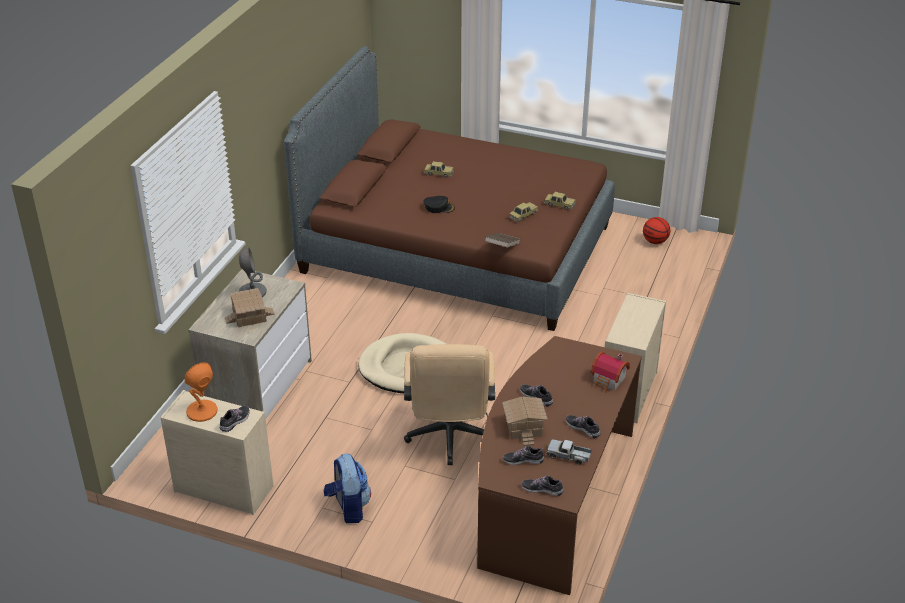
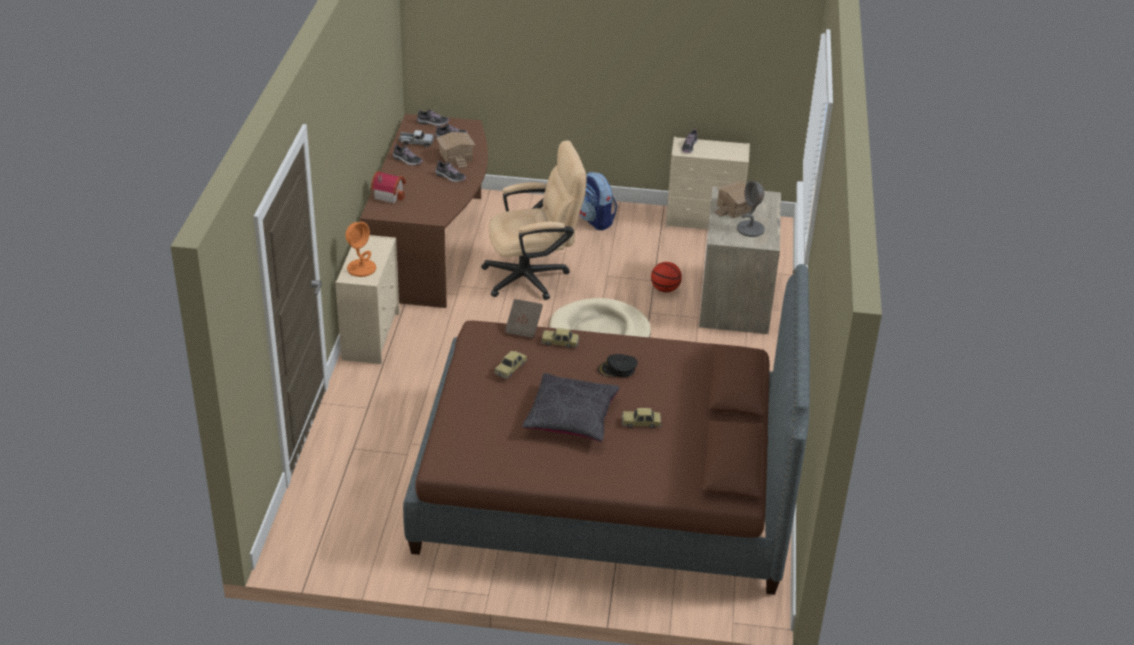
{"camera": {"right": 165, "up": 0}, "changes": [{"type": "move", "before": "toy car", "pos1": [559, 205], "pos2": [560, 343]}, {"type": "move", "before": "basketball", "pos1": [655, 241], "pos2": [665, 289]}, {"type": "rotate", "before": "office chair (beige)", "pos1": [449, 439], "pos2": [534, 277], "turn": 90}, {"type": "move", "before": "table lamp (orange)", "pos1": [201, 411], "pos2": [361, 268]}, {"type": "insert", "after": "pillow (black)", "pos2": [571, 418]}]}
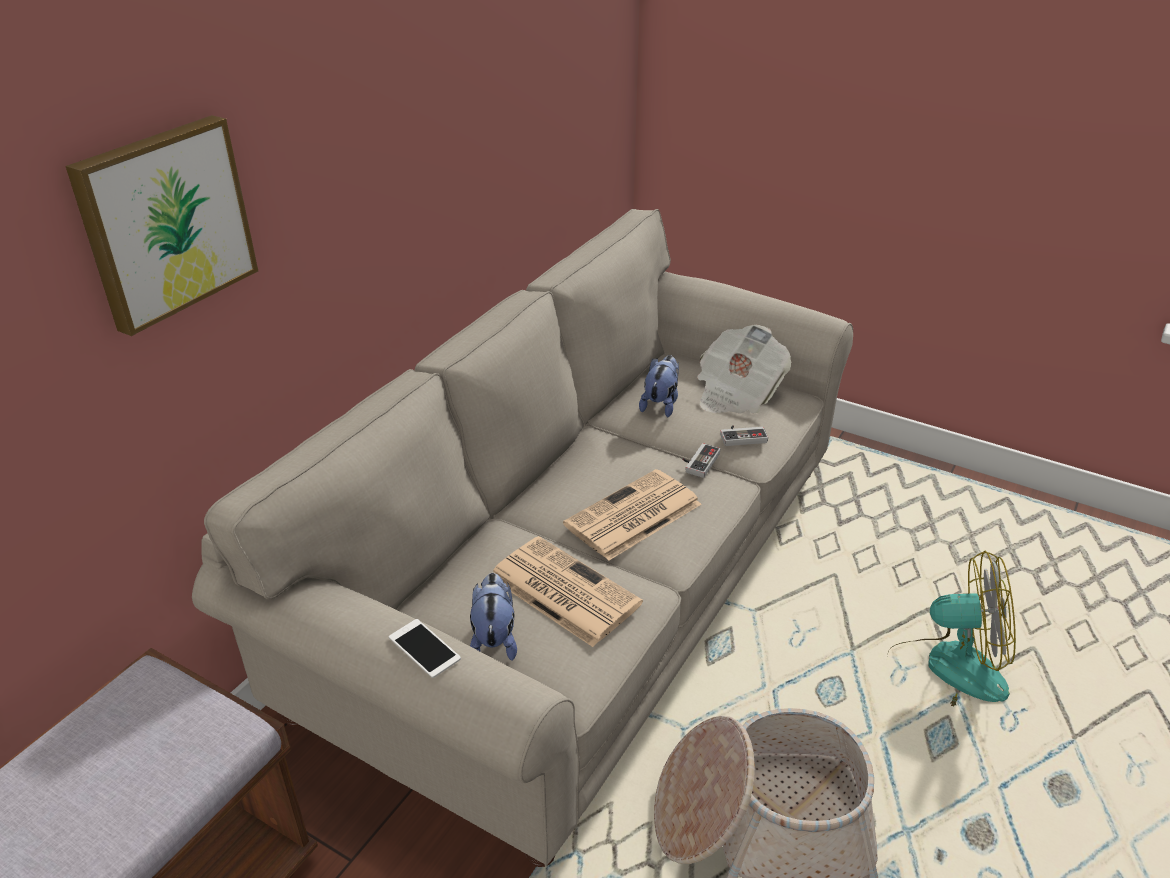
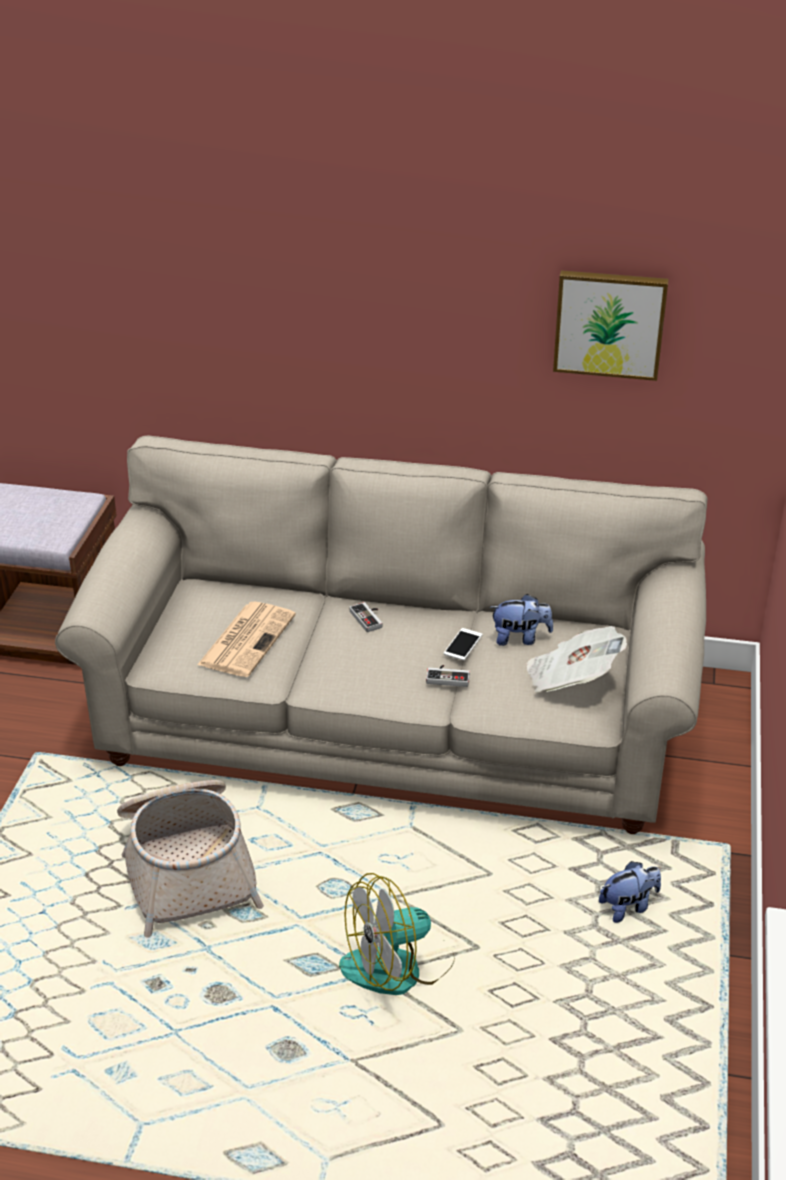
{"camera": {"right": 70, "up": 0}, "changes": [{"type": "move", "before": "picture", "pos1": [164, 221], "pos2": [610, 323]}, {"type": "move", "before": "game controller", "pos1": [742, 436], "pos2": [369, 618]}, {"type": "delete", "before": "newspaper", "pos1": [632, 516]}, {"type": "rotate", "before": "fan", "pos1": [945, 671], "pos2": [398, 966], "turn": 75}, {"type": "move", "before": "plush toy", "pos1": [494, 639], "pos2": [628, 907]}, {"type": "move", "before": "phone", "pos1": [424, 648], "pos2": [463, 644]}]}
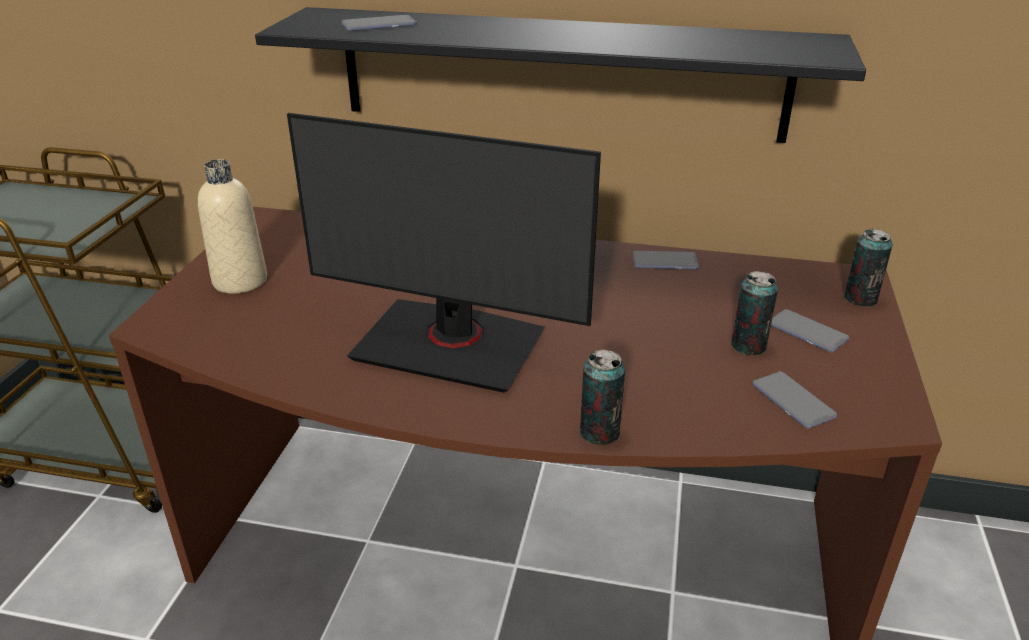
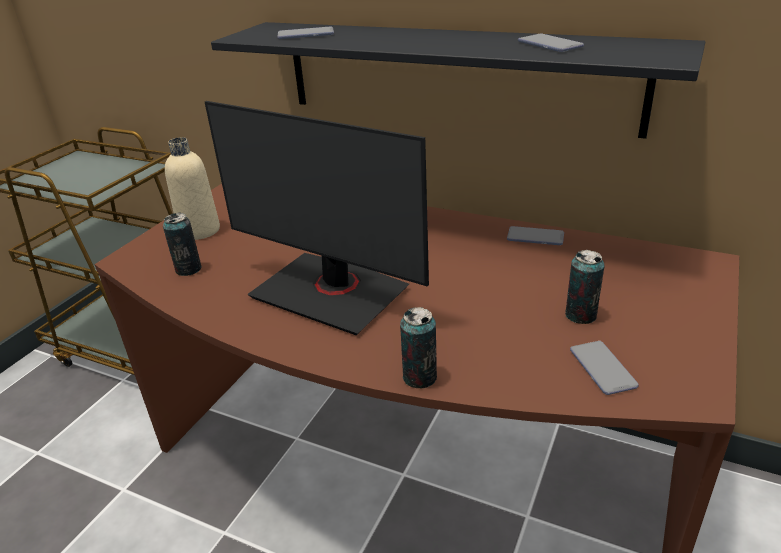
{"camera": {"right": 15, "up": 0}, "changes": [{"type": "move", "before": "can", "pos1": [860, 299], "pos2": [188, 269]}, {"type": "move", "before": "phone", "pos1": [807, 332], "pos2": [549, 44]}]}
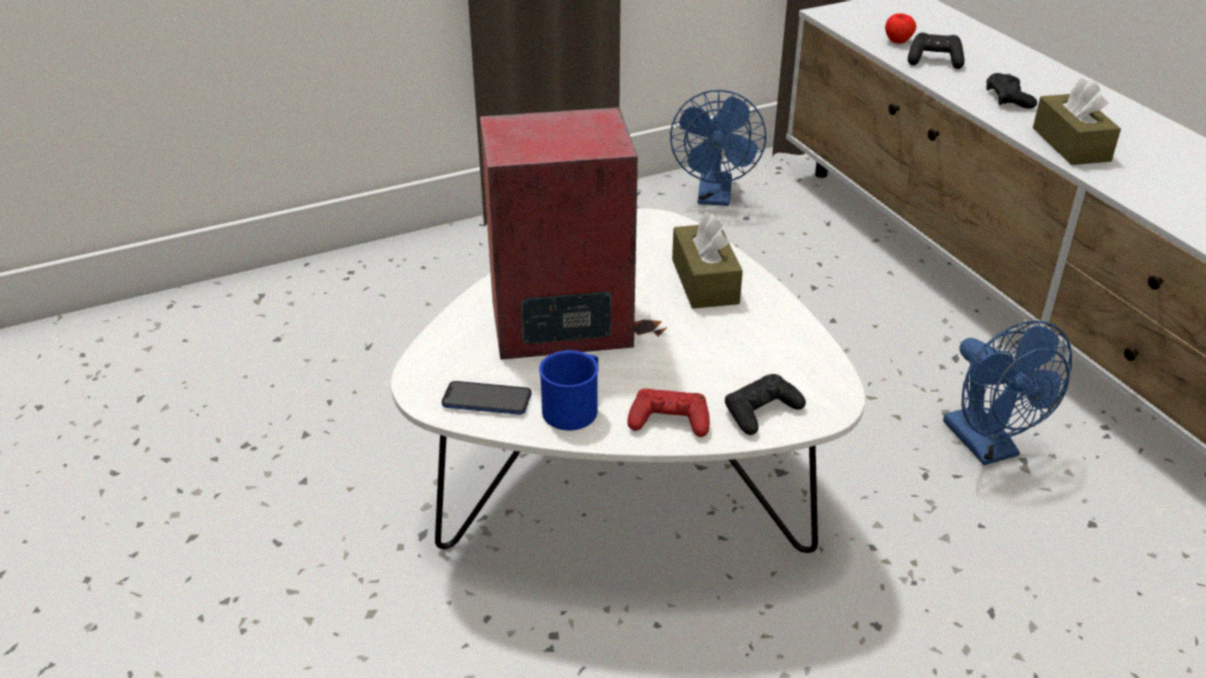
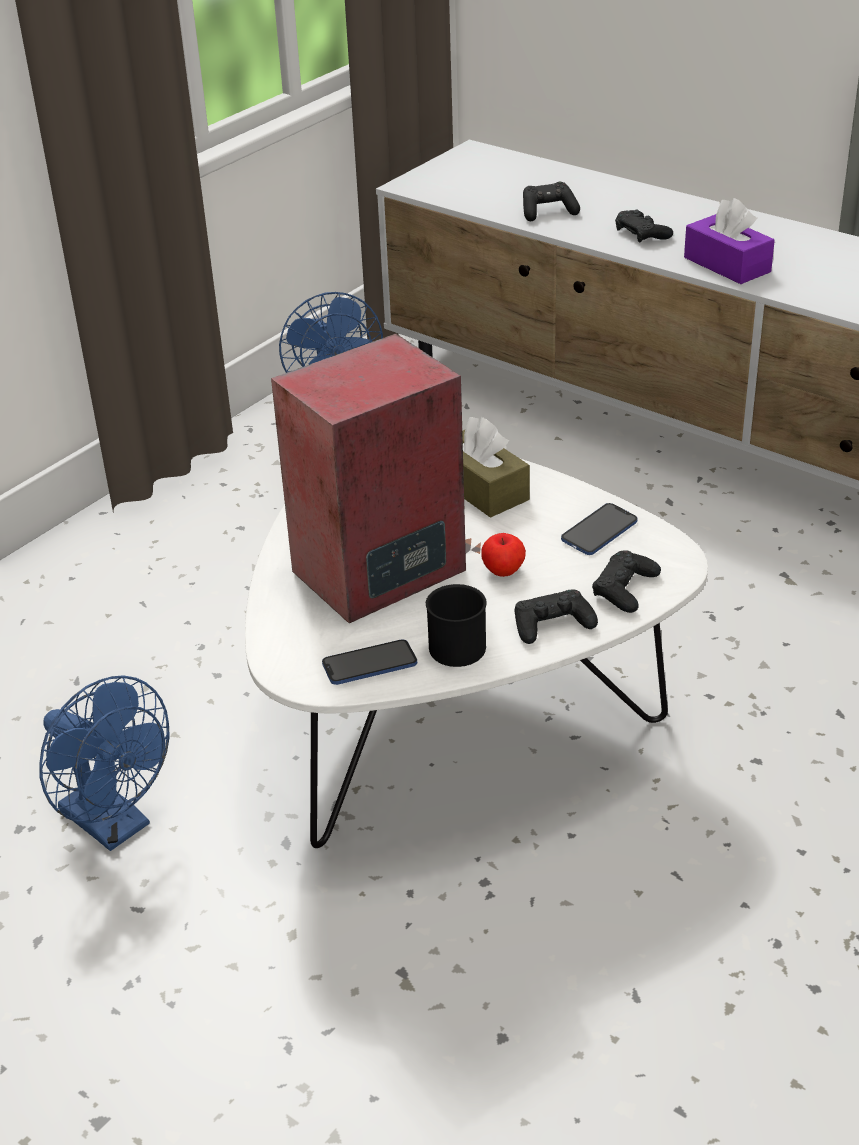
{"camera": {"right": -25, "up": 0}, "changes": [{"type": "move", "before": "apple", "pos1": [898, 41], "pos2": [503, 571]}, {"type": "recolor", "before": "tissue box (brown)", "after": "tissue box (purple)", "pos1": [1071, 144], "pos2": [727, 265]}, {"type": "move", "before": "fan (blue)", "pos1": [988, 447], "pos2": [115, 825]}, {"type": "recolor", "before": "mug (blue)", "after": "mug (black)", "pos1": [575, 407], "pos2": [458, 642]}, {"type": "recolor", "before": "game controller (red)", "after": "game controller (black)", "pos1": [669, 420], "pos2": [552, 624]}, {"type": "insert", "after": "phone", "pos2": [599, 531]}]}
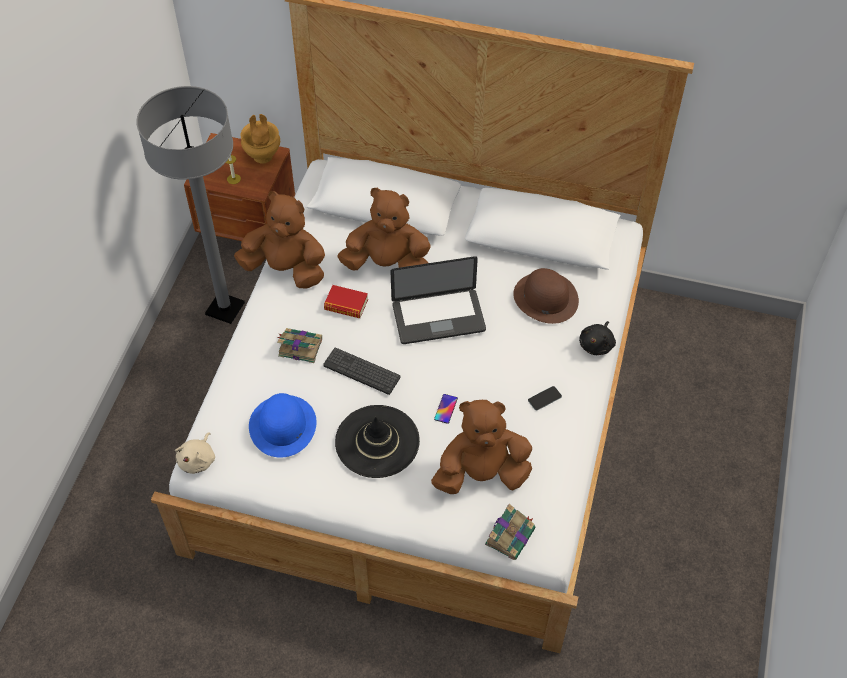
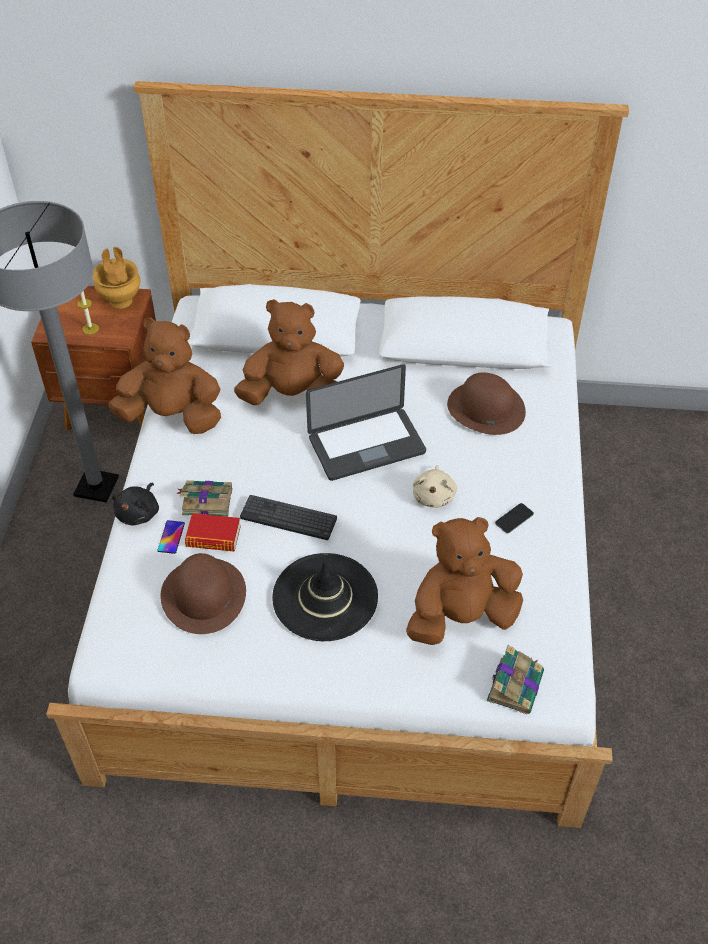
{"camera": {"right": -10, "up": -5}, "changes": [{"type": "move", "before": "book", "pos1": [346, 305], "pos2": [213, 537]}, {"type": "move", "before": "plush toy (black)", "pos1": [597, 344], "pos2": [139, 513]}, {"type": "recolor", "before": "hat (blue)", "after": "hat (brown)", "pos1": [283, 426], "pos2": [204, 595]}, {"type": "move", "before": "phone", "pos1": [446, 409], "pos2": [171, 537]}, {"type": "move", "before": "plush toy (beige)", "pos1": [198, 460], "pos2": [434, 495]}]}
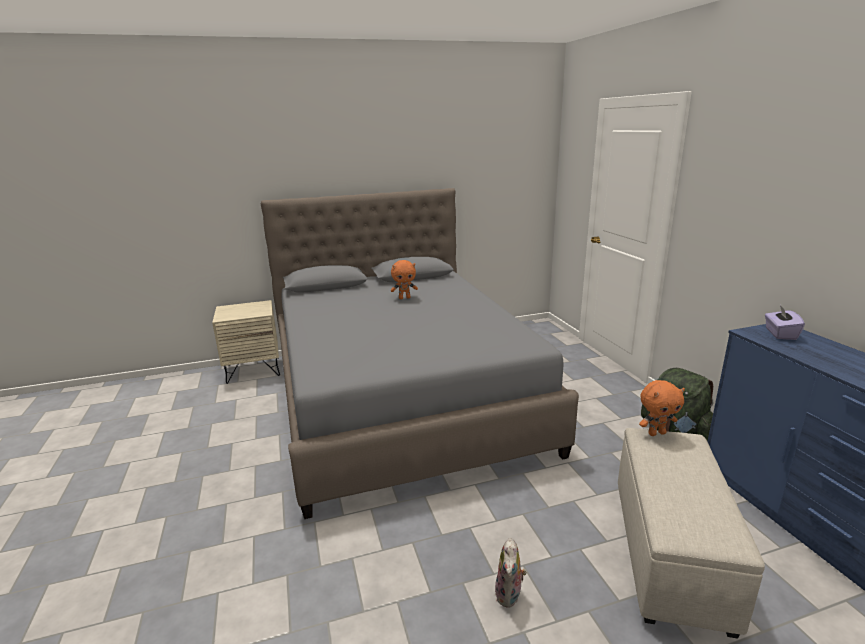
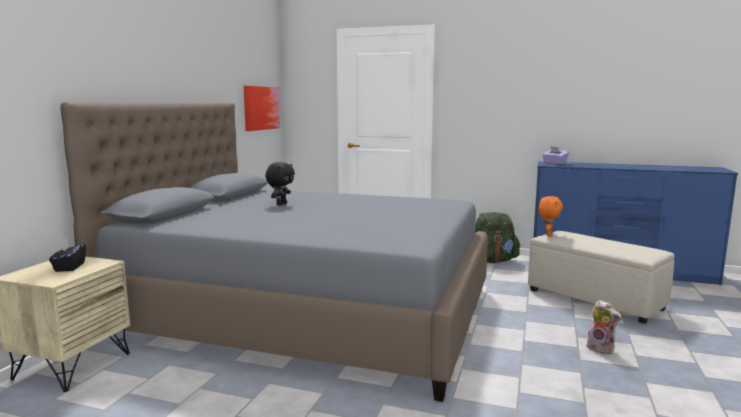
{"camera": {"right": -55, "up": -10}, "changes": [{"type": "recolor", "before": "plush toy (orange)", "after": "plush toy (black)", "pos1": [404, 298], "pos2": [281, 204]}, {"type": "insert", "after": "picture", "pos2": [261, 108]}, {"type": "insert", "after": "tissue box (black)", "pos2": [69, 267]}]}
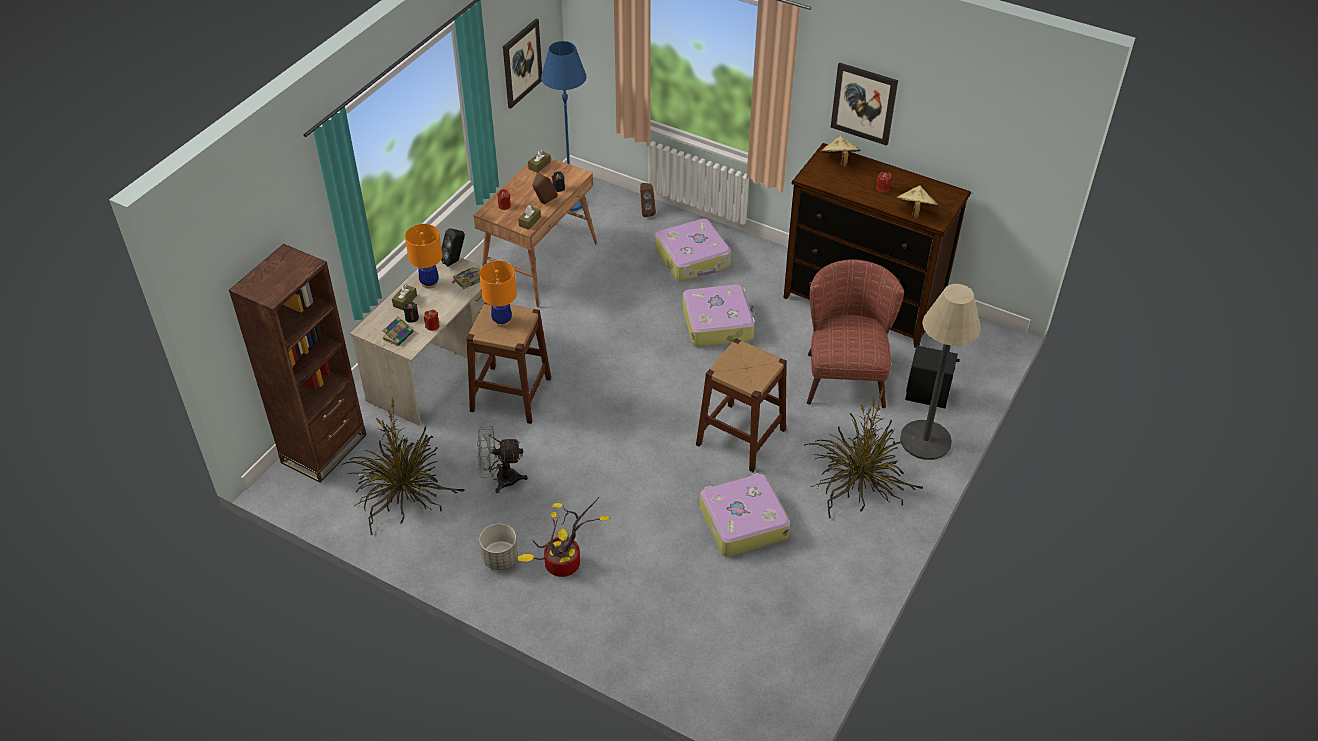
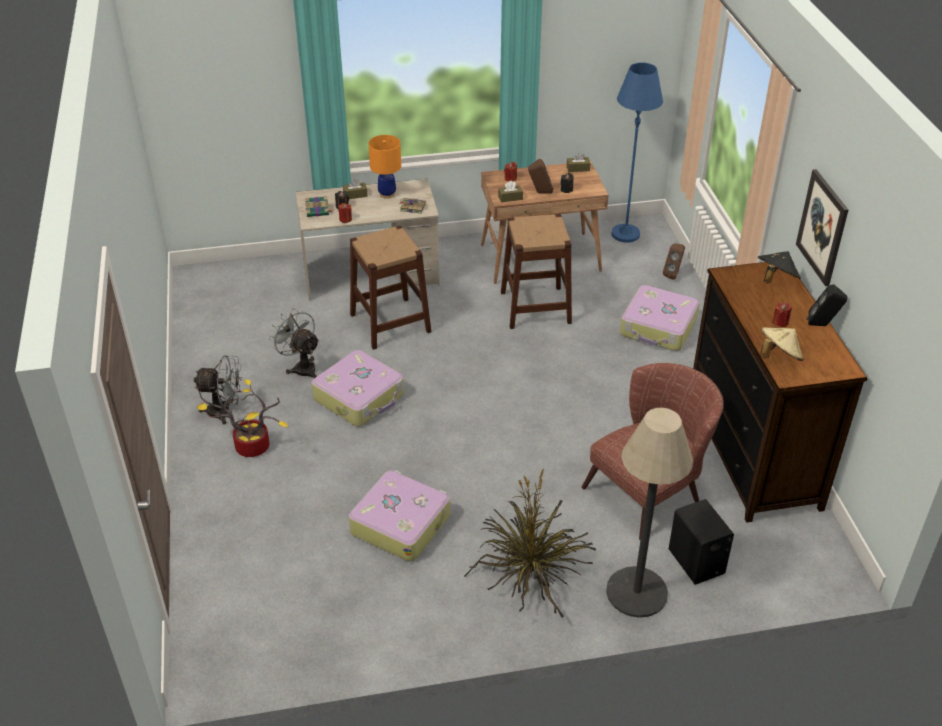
{"camera": {"right": 50, "up": -5}, "changes": [{"type": "delete", "before": "picture", "pos1": [522, 63]}, {"type": "recolor", "before": "hat (beige)", "after": "hat (black)", "pos1": [838, 161], "pos2": [776, 279]}, {"type": "move", "before": "speaker (black)", "pos1": [455, 261], "pos2": [822, 325]}, {"type": "delete", "before": "bookcase (brown)", "pos1": [324, 449]}, {"type": "delete", "before": "table lamp (orange)", "pos1": [502, 321]}, {"type": "move", "before": "suitcase", "pos1": [718, 323], "pos2": [360, 397]}, {"type": "move", "before": "stool (brown)", "pos1": [741, 437], "pos2": [535, 307]}, {"type": "delete", "before": "potted plant", "pos1": [403, 492]}, {"type": "replace", "before": "planter (grey)", "after": "fan (grey)", "pos1": [500, 558], "pos2": [225, 412]}]}
